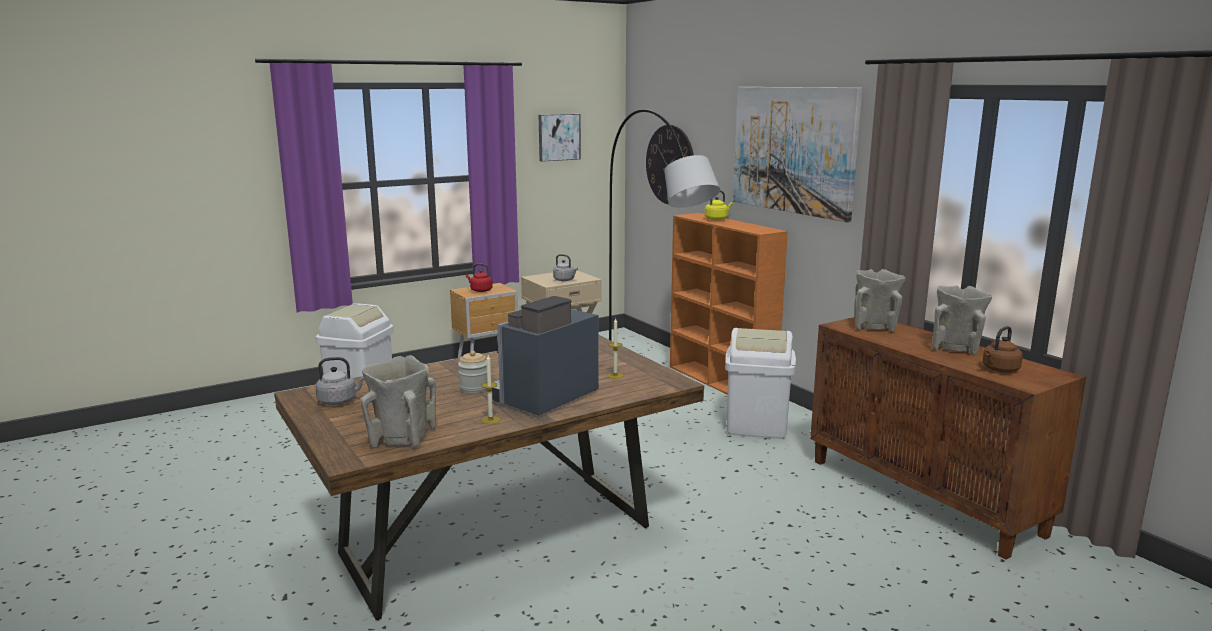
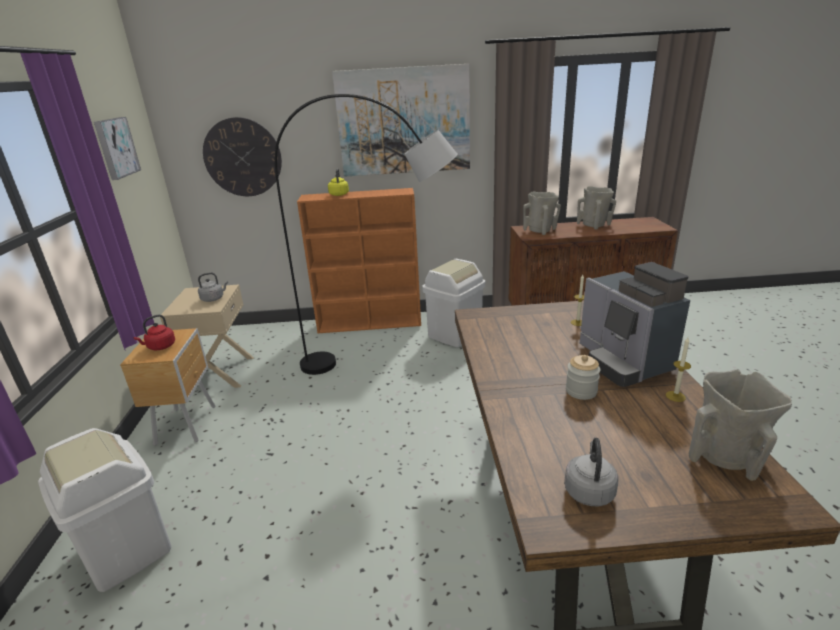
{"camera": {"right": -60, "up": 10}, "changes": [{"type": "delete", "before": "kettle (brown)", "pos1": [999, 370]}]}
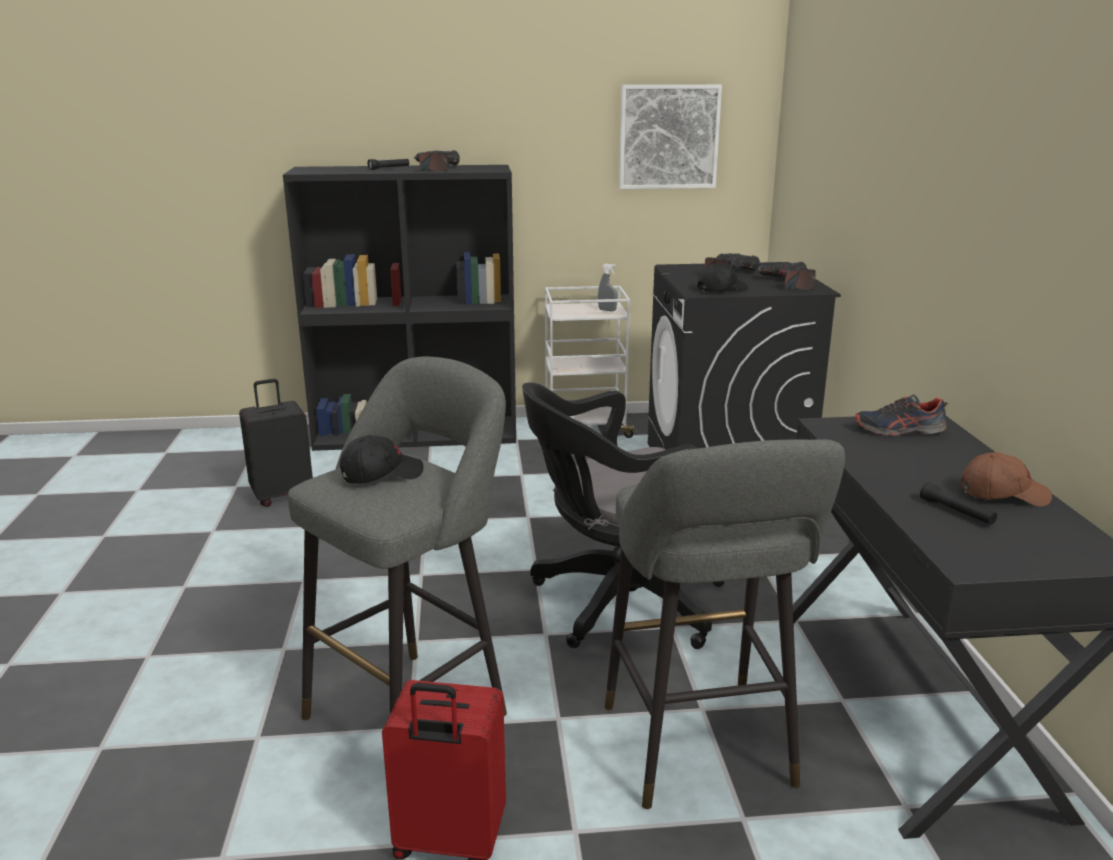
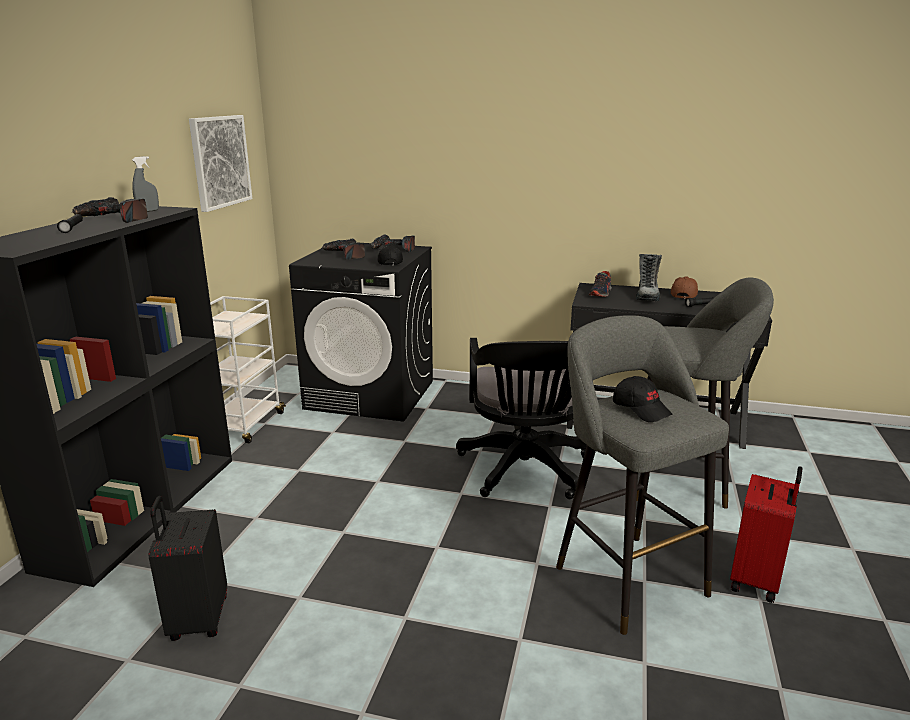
{"camera": {"right": -70, "up": 0}, "changes": [{"type": "move", "before": "spray bottle (grey)", "pos1": [607, 310], "pos2": [148, 211]}, {"type": "rotate", "before": "cap (black)", "pos1": [381, 474], "pos2": [641, 409], "turn": 150}, {"type": "insert", "after": "boot", "pos2": [647, 295]}]}
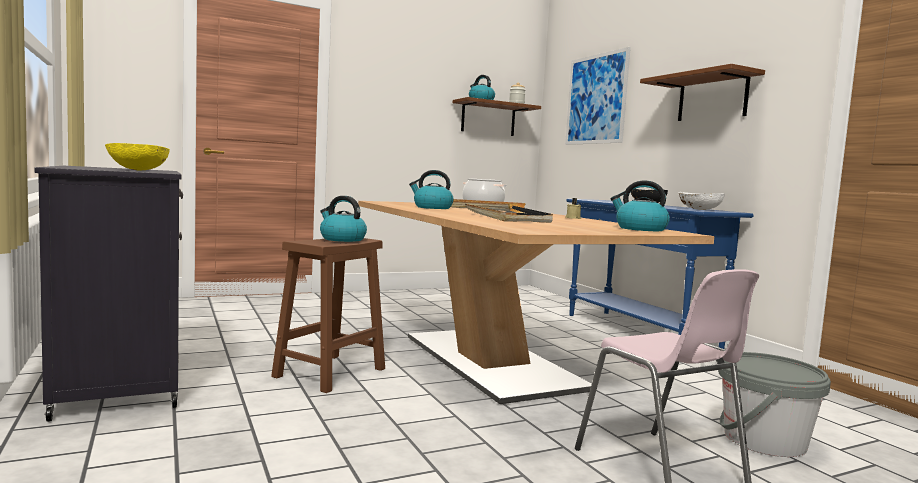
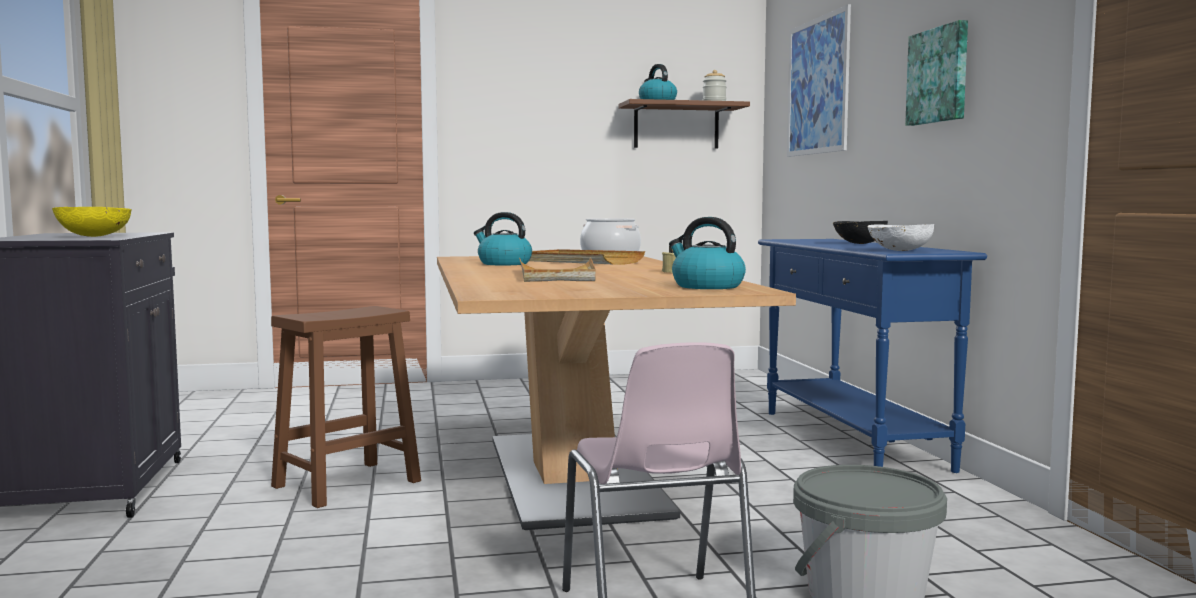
{"camera": {"right": 15, "up": 0}, "changes": [{"type": "replace", "before": "shelf (brown)", "after": "picture", "pos1": [712, 98], "pos2": [939, 75]}, {"type": "delete", "before": "kettle", "pos1": [342, 239]}, {"type": "recolor", "before": "tray (black)", "after": "tray (beige)", "pos1": [507, 217], "pos2": [557, 275]}]}
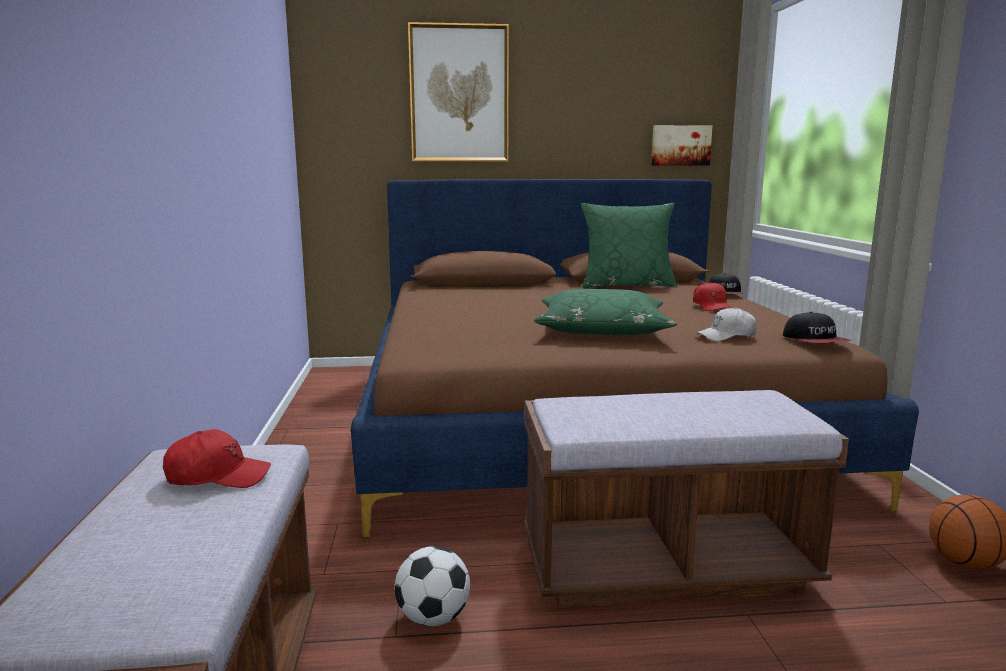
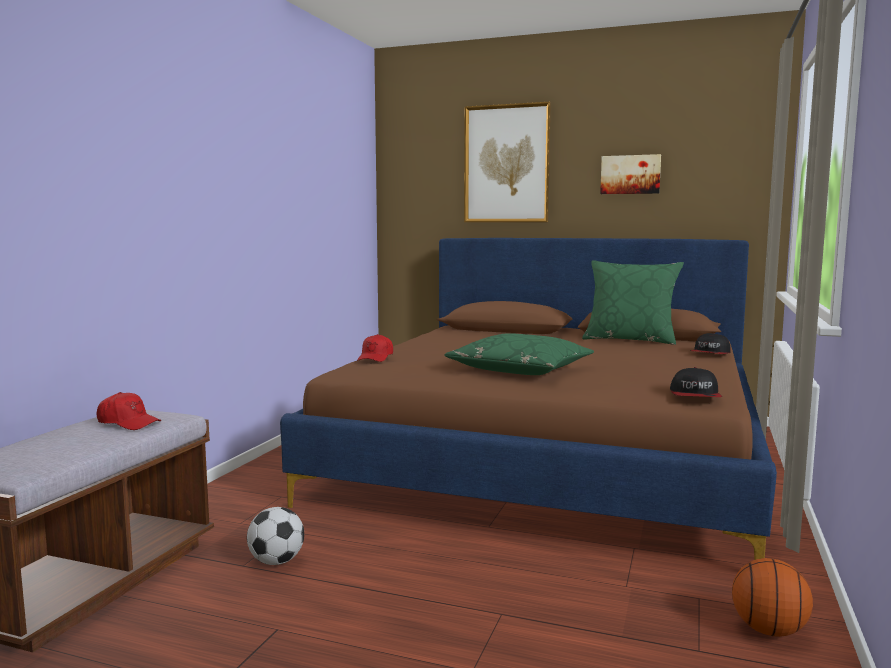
{"camera": {"right": 25, "up": -5}, "changes": [{"type": "move", "before": "picture", "pos1": [680, 145], "pos2": [630, 174]}, {"type": "move", "before": "cap (red)", "pos1": [712, 307], "pos2": [376, 358]}, {"type": "delete", "before": "cap (white)", "pos1": [727, 336]}, {"type": "delete", "before": "bench (brown)", "pos1": [665, 567]}]}
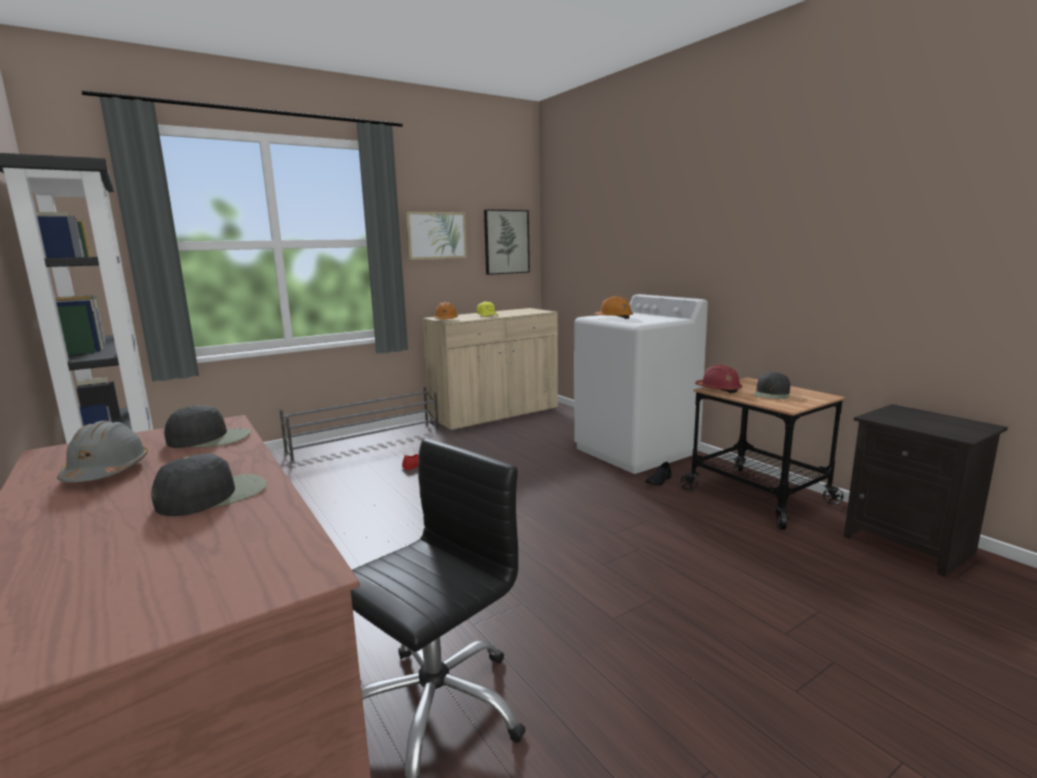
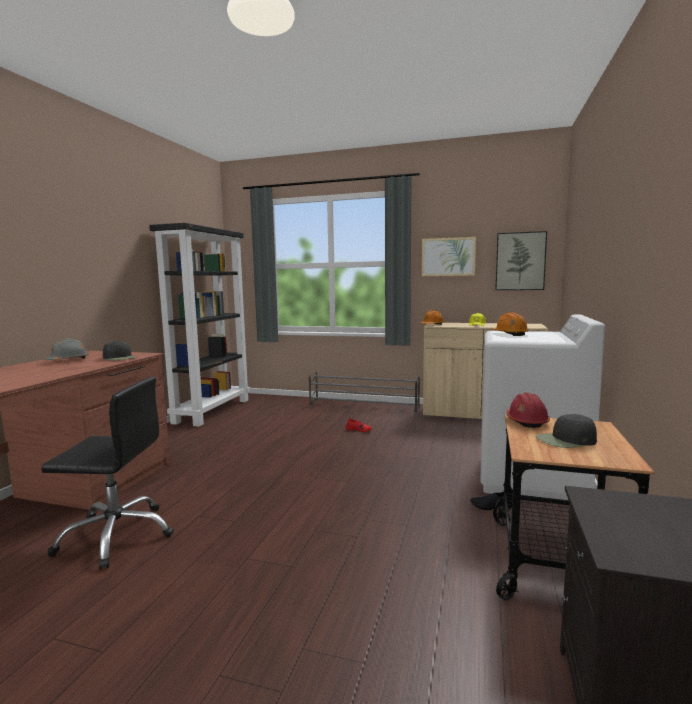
{"camera": {"right": 50, "up": -5}, "changes": [{"type": "delete", "before": "cap (black)", "pos1": [213, 495]}]}
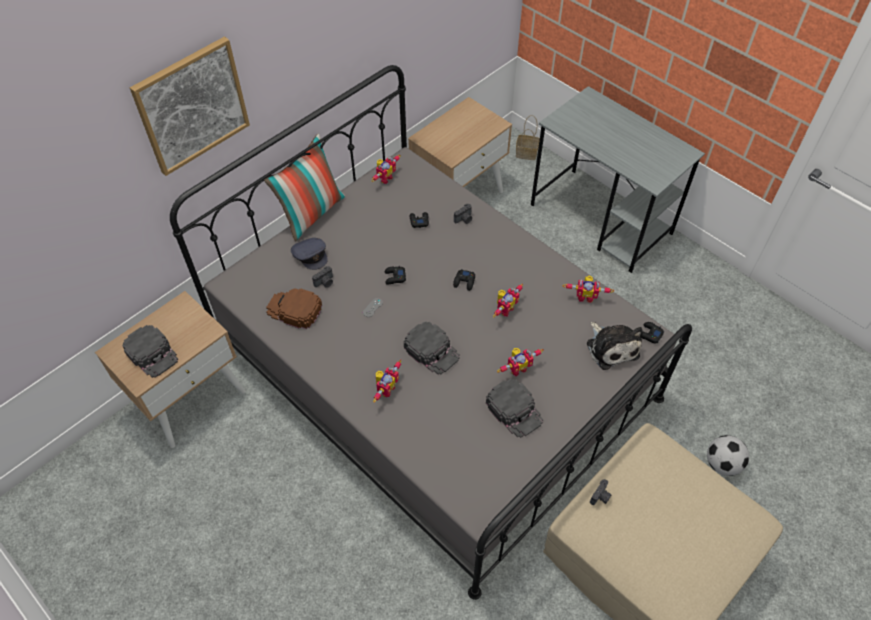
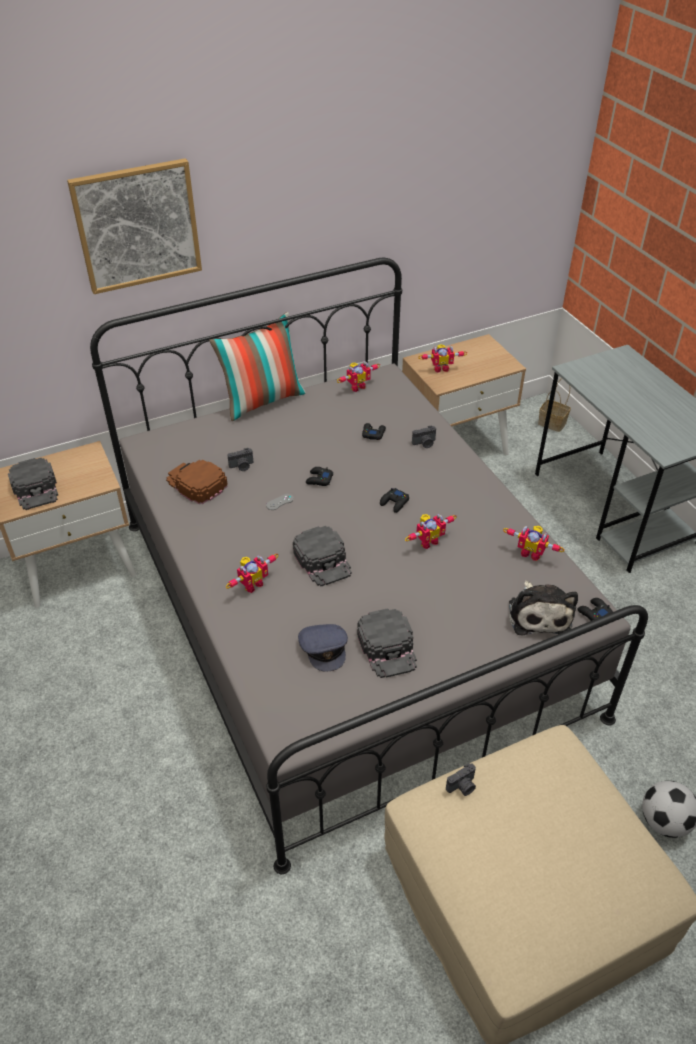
{"camera": {"right": 20, "up": -10}, "changes": [{"type": "move", "before": "cap (grey)", "pos1": [310, 255], "pos2": [324, 648]}, {"type": "move", "before": "toy robot", "pos1": [517, 368], "pos2": [440, 368]}]}
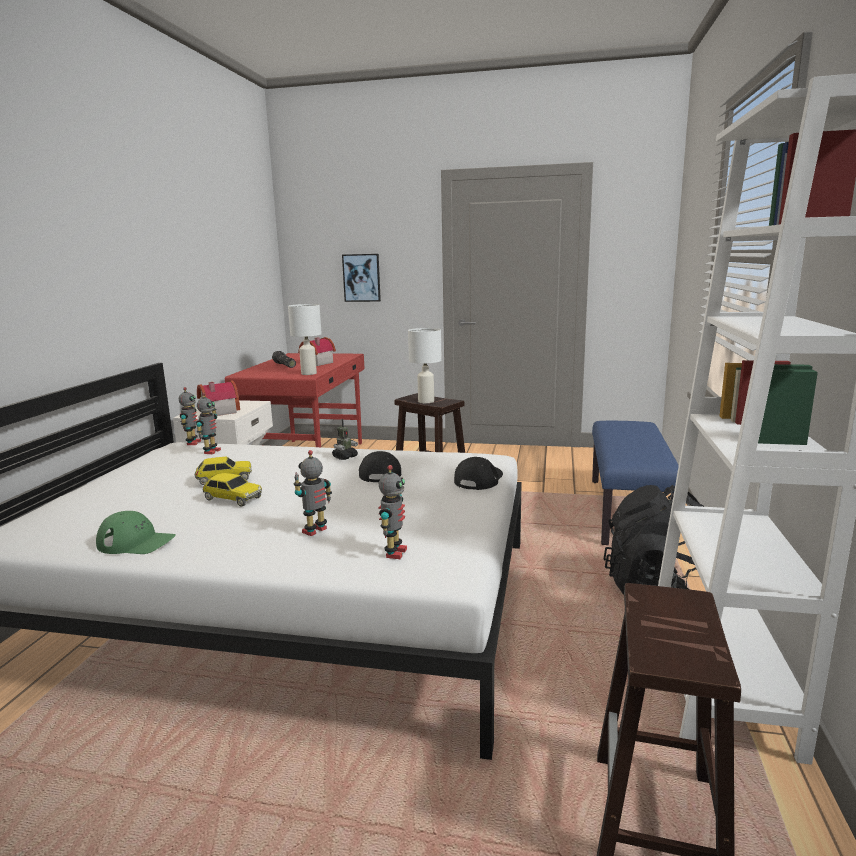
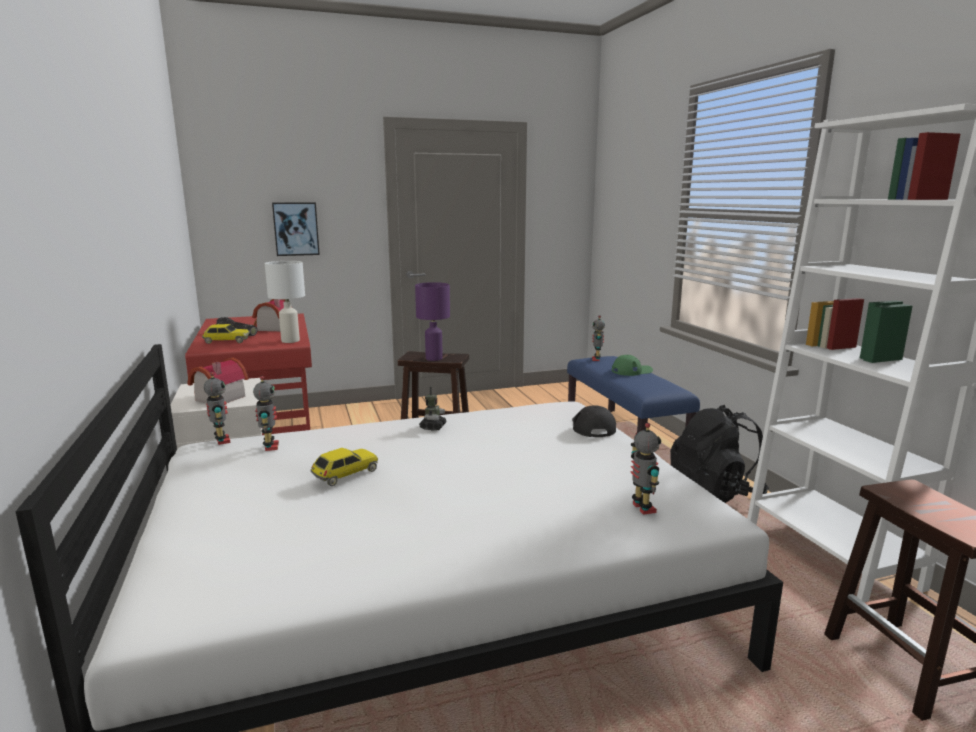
{"camera": {"right": -30, "up": 0}, "changes": [{"type": "recolor", "before": "table lamp (white)", "after": "table lamp (purple)", "pos1": [425, 401], "pos2": [433, 358]}, {"type": "move", "before": "toy robot", "pos1": [316, 531], "pos2": [596, 359]}, {"type": "delete", "before": "cap (black)", "pos1": [381, 472]}, {"type": "move", "before": "toy car", "pos1": [232, 498], "pos2": [226, 341]}, {"type": "move", "before": "cap (green)", "pos1": [136, 542], "pos2": [631, 371]}]}
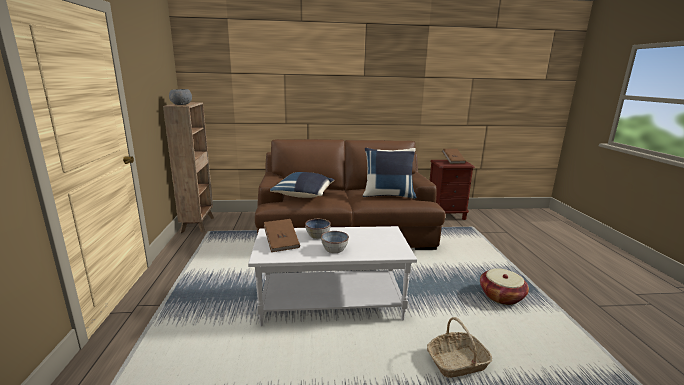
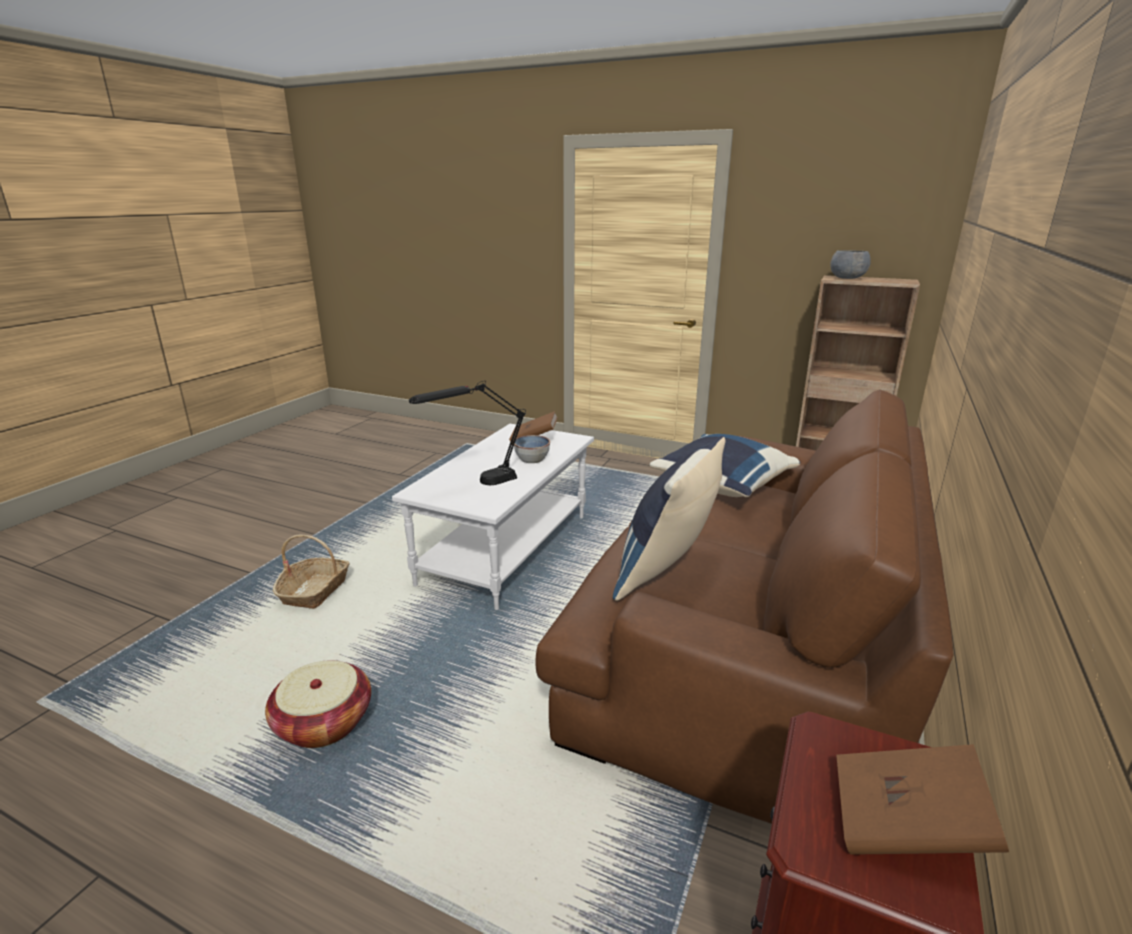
{"camera": {"right": 120, "up": 5}, "changes": [{"type": "delete", "before": "bowl", "pos1": [334, 249]}, {"type": "insert", "after": "table lamp (black)", "pos2": [476, 485]}]}
